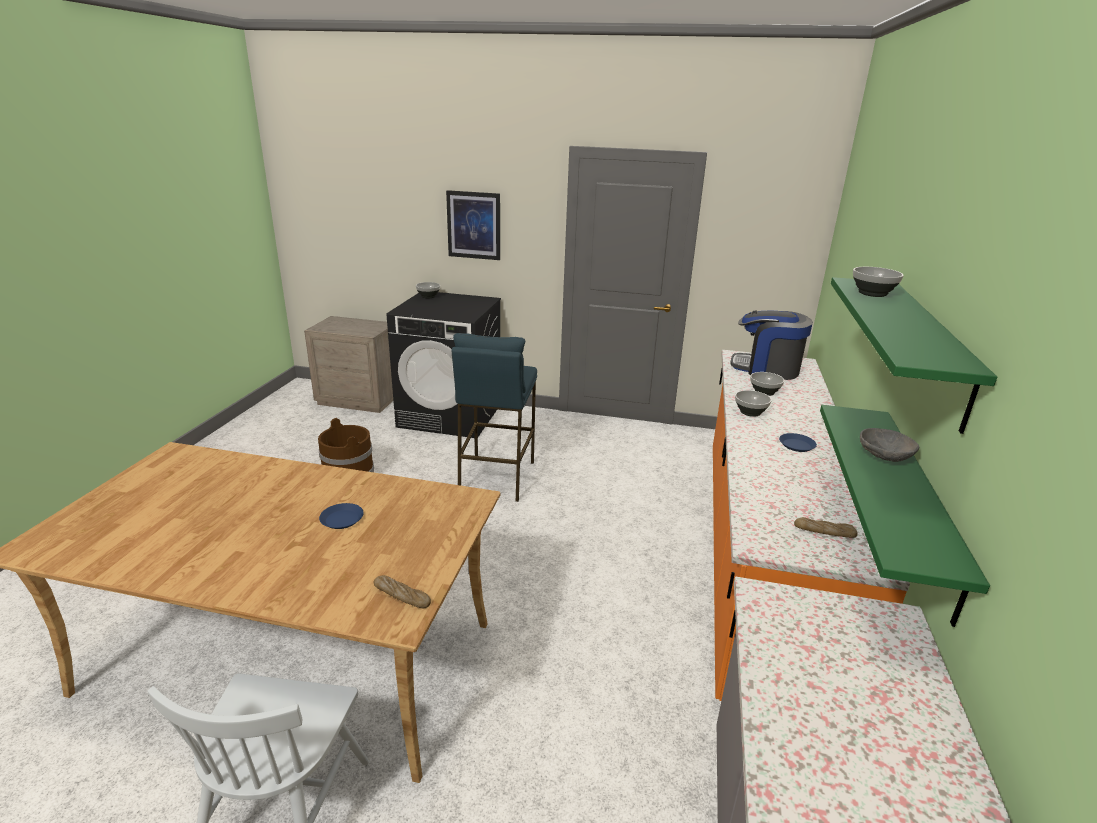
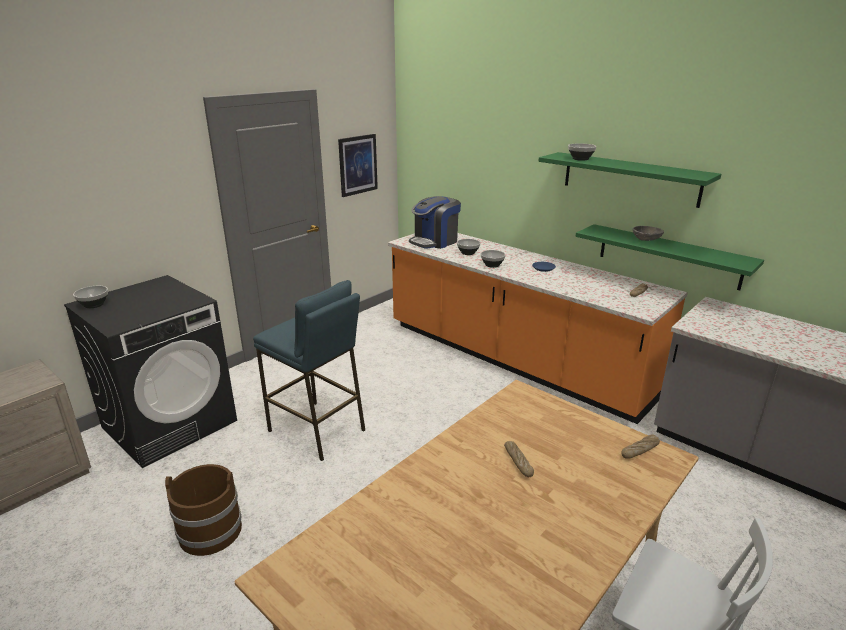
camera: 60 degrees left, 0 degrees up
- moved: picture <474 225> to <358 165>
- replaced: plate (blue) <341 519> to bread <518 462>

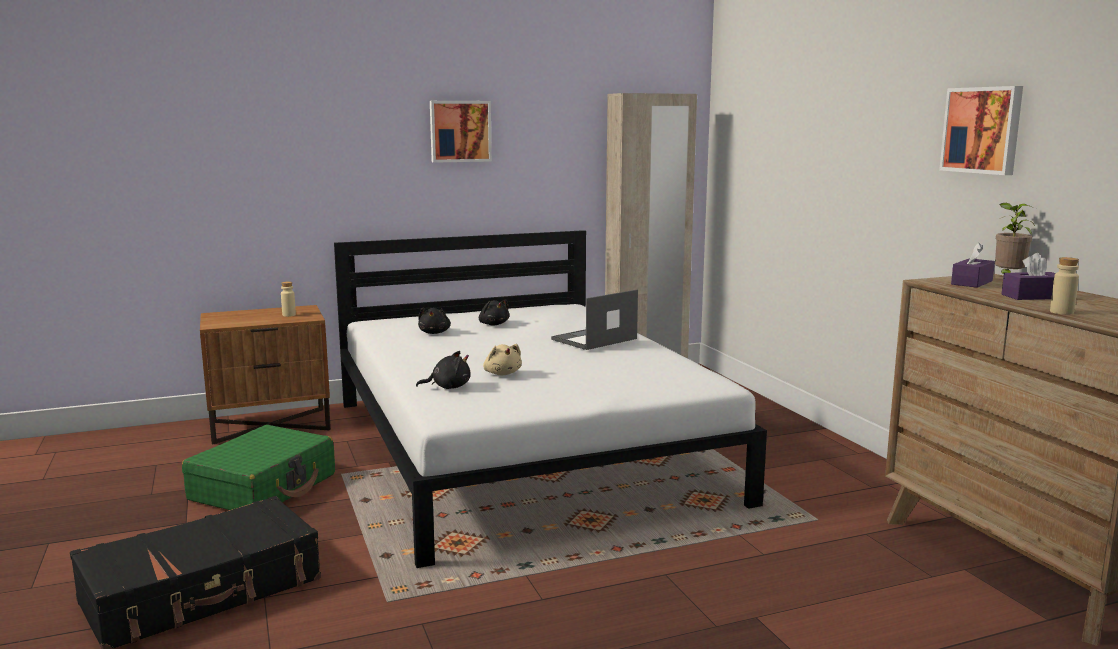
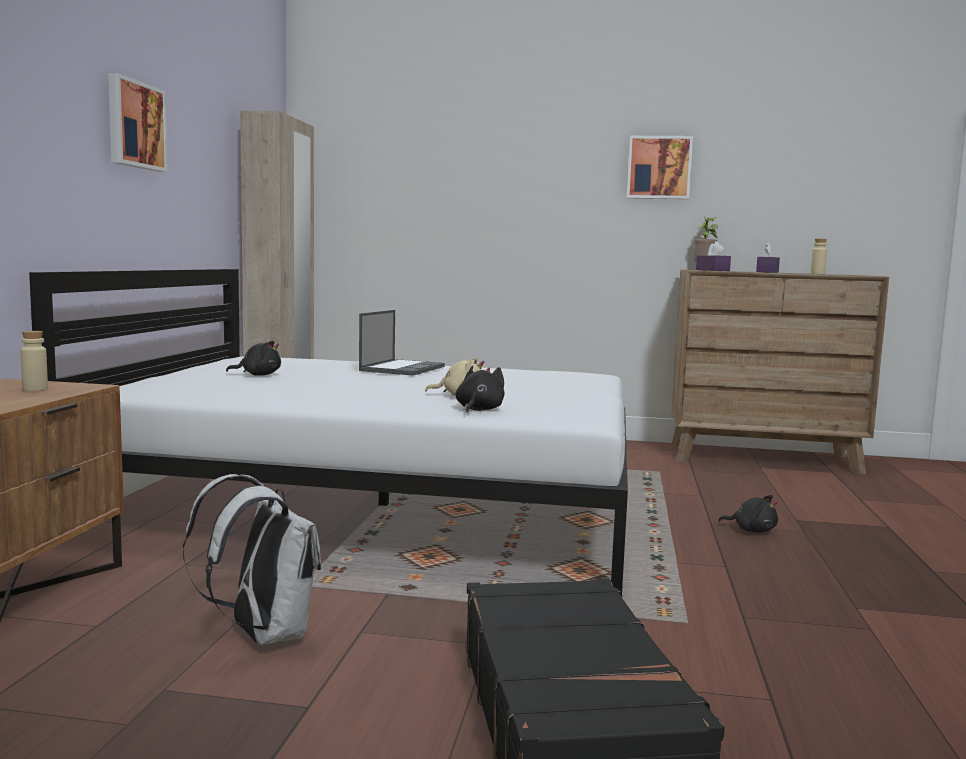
camera: 60 degrees left, 5 degrees down
- moved: plush toy (black) <434 333> to <752 530>
- replaced: suitcase (green) <264 487> to backpack (white) <262 635>
- turned: laptop <593 339> = <402 368> 150 degrees counterclockwise

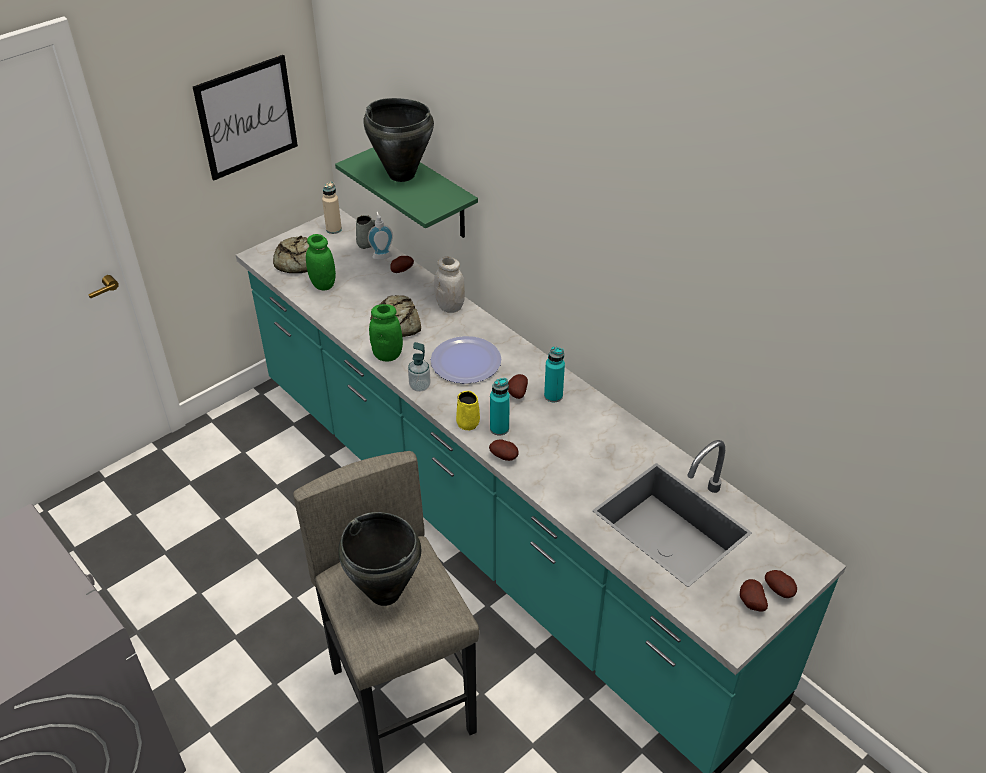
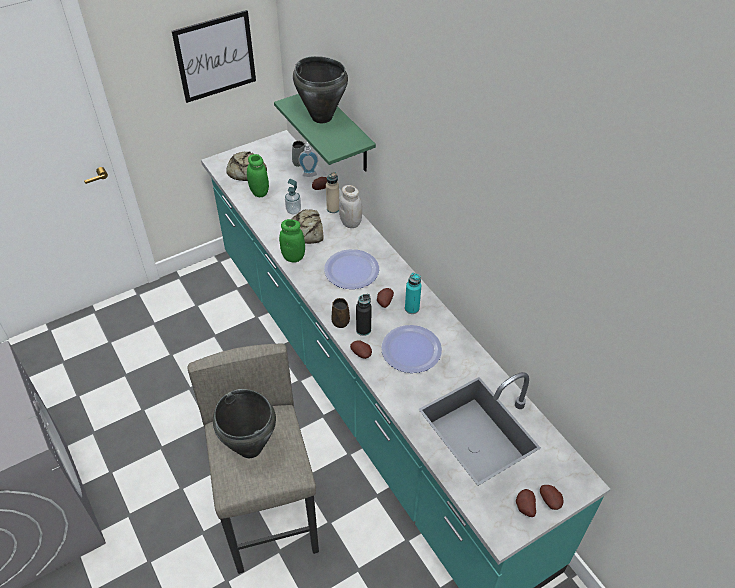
camera: 10 degrees right, 5 degrees up
- added: plate <411 350>
- moved: bottle (beige) <334 229> to <333 209>
- moved: soap dispenser <420 386> to <293 210>
- recoloured: mug (yellow) <467 422> to mug (brown) <340 321>
- recoloured: bottle (turquoise) <499 428> to bottle (black) <363 330>

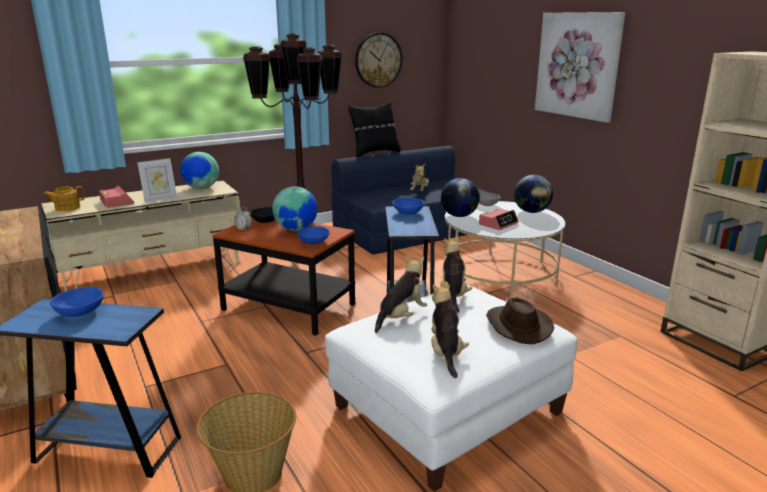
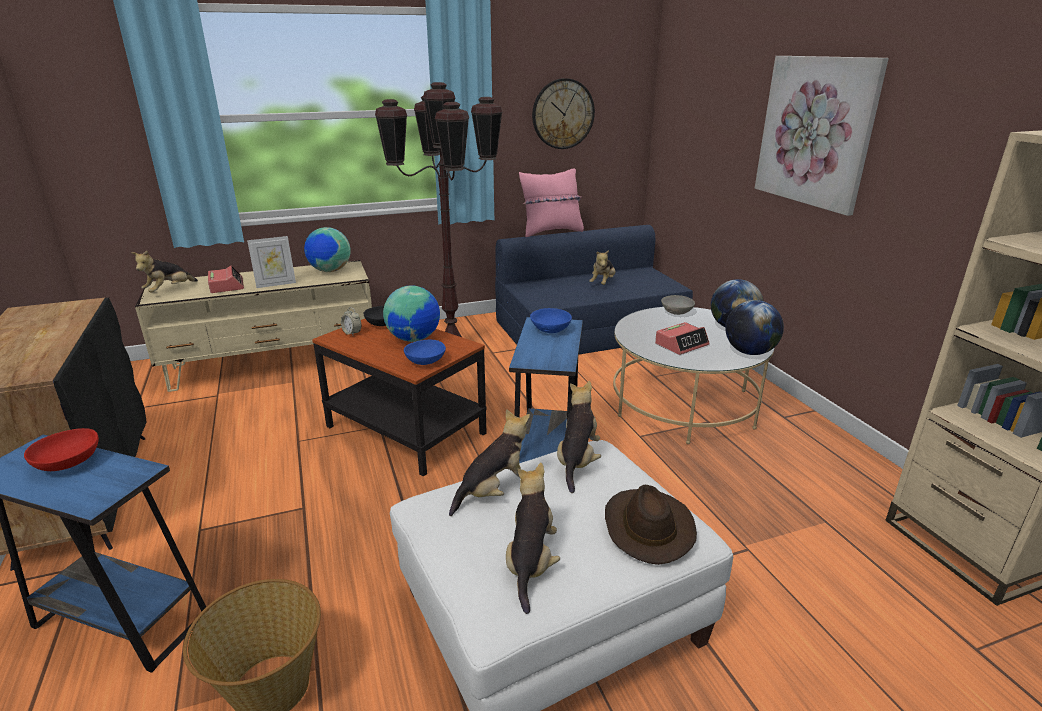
camera: 10 degrees right, 5 degrees up
- moved: globe <459 216> to <749 352>
- replaced: teapot <67 208> to plush toy <169 290>
- recoloured: bowl (blue) <79 313> to bowl (red) <68 463>
- recoloured: pillow (black) <375 153> to pillow (pink) <551 232>

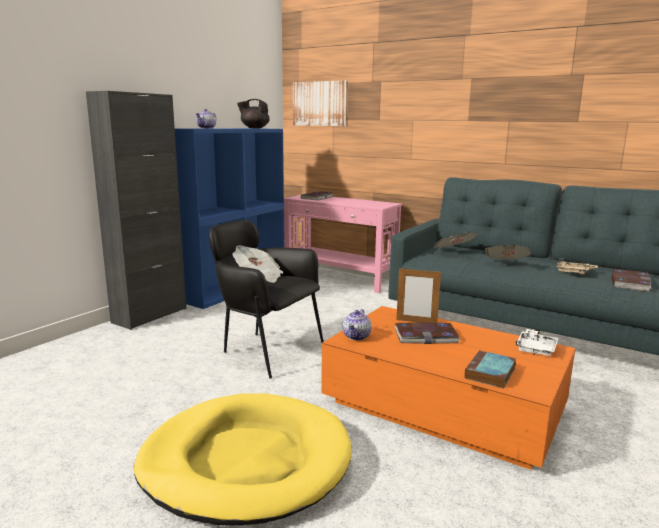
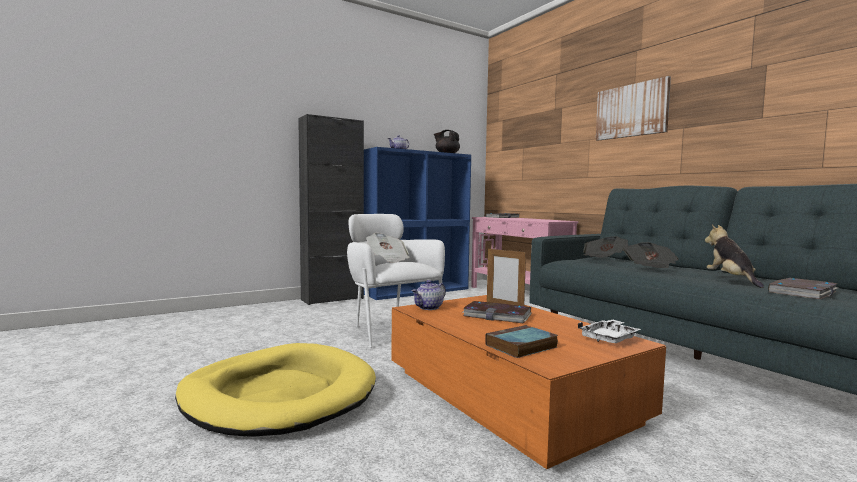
camera: 25 degrees right, 10 degrees down
- moved: picture <320 103> to <631 111>
- replaced: tray (beige) <574 272> to plush toy <731 280>
- recoloured: armchair (black) <265 350> to armchair (white) <391 330>

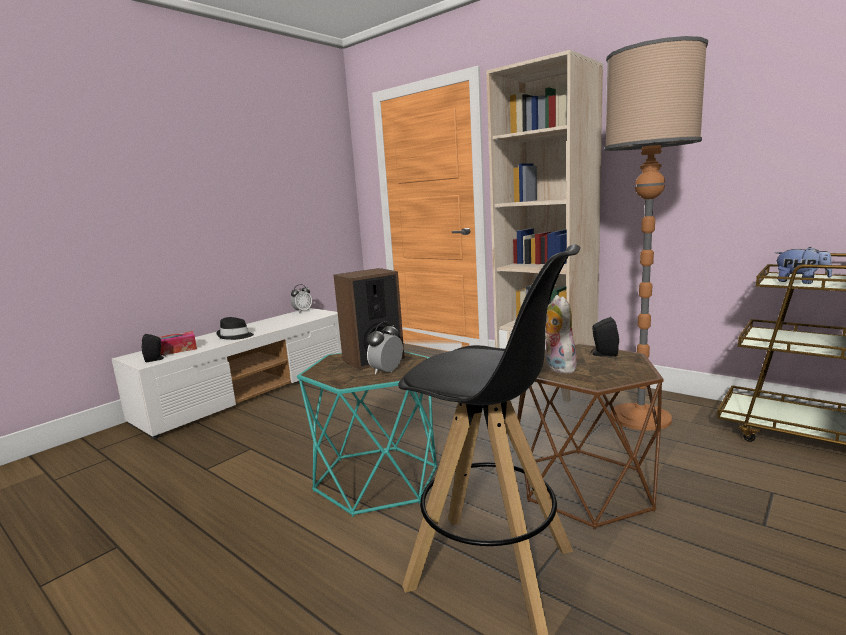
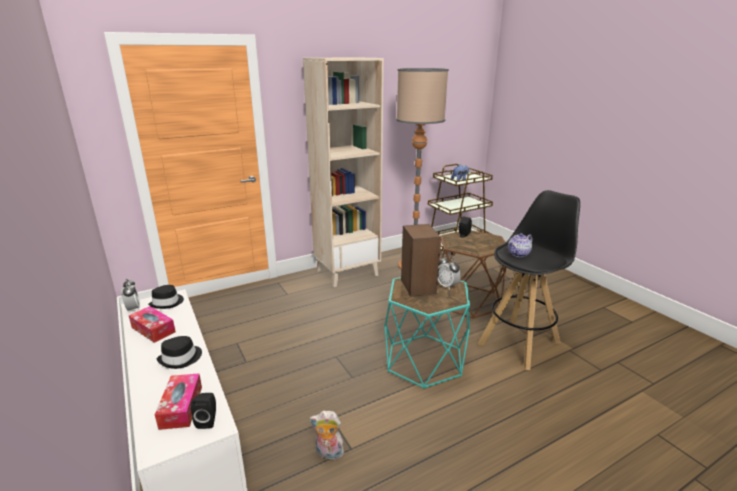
camera: 70 degrees left, 10 degrees up
- added: tissue box <153 329>
- added: hat (black) <167 303>
- added: teapot <519 254>
- moved: plush toy <557 367> to <328 453>

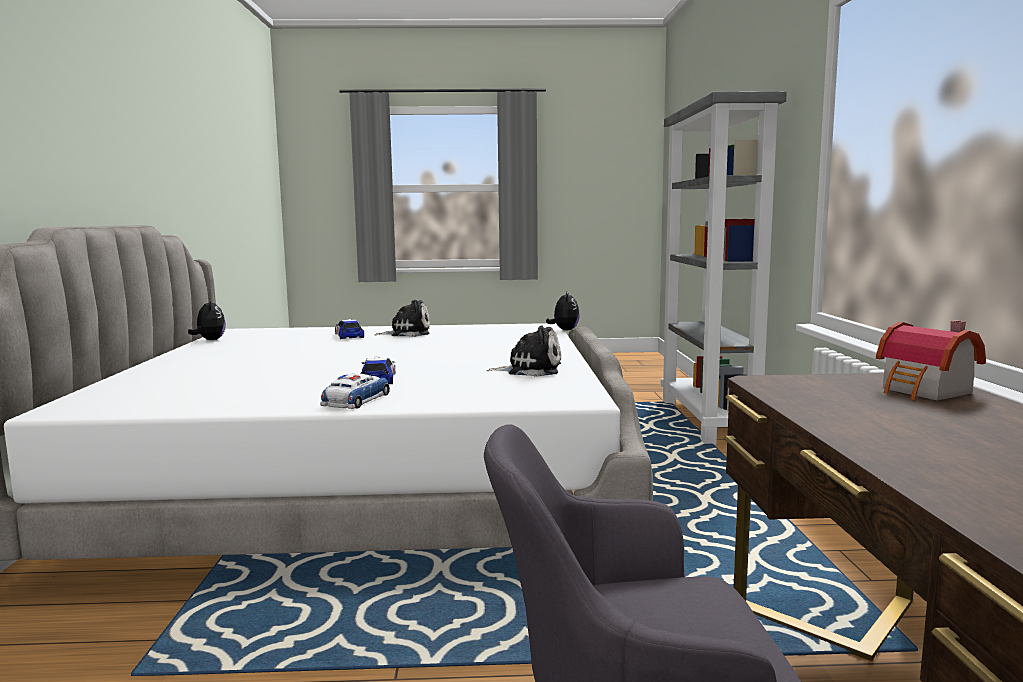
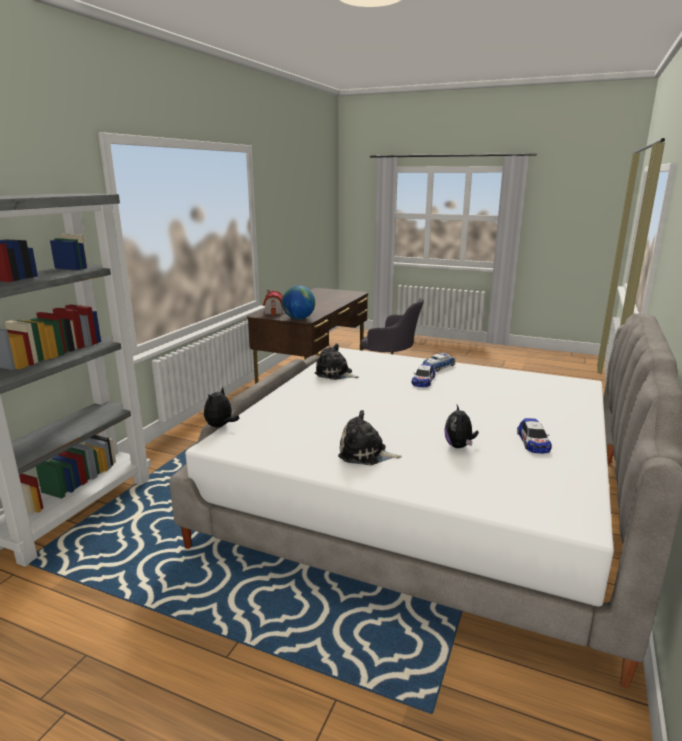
camera: 155 degrees left, 10 degrees up
- added: globe <298 318>
- moved: plush toy <210 340> to <459 446>
- moved: toy car <349 335> to <533 442>

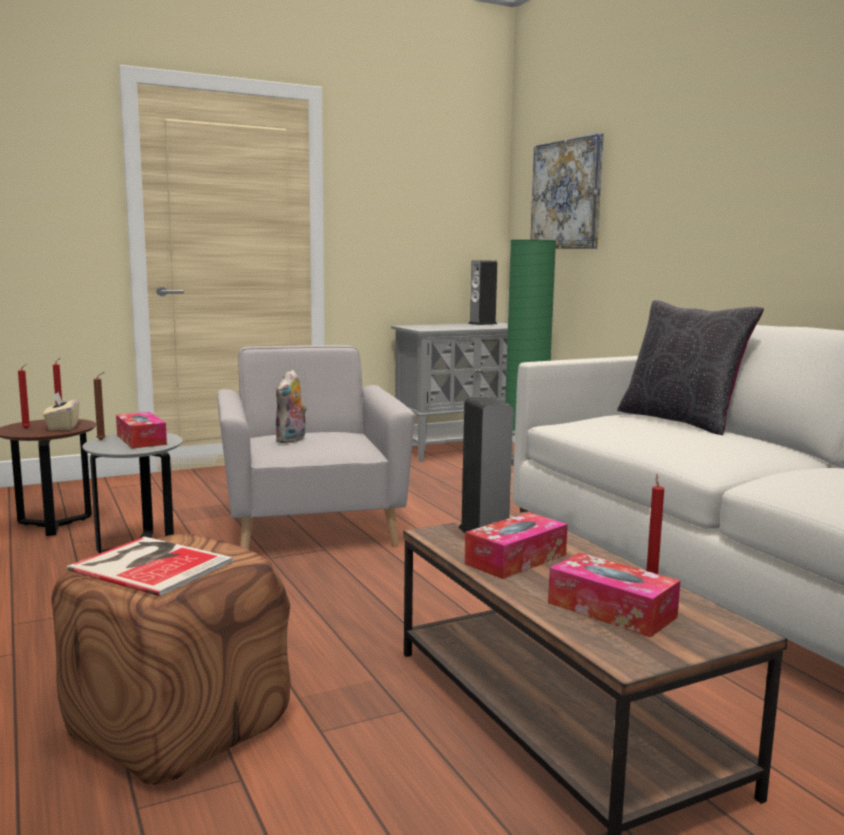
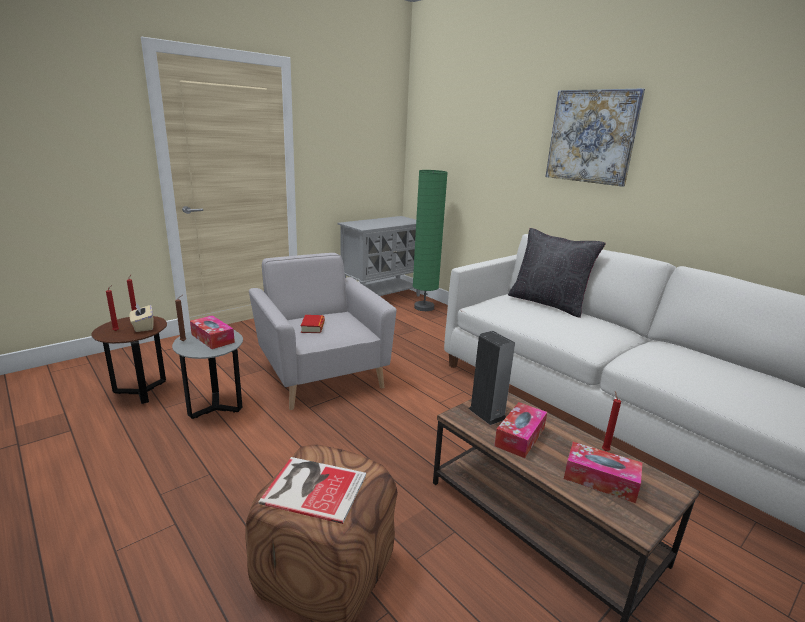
camera: 15 degrees left, 10 degrees up
- removed: speaker <482 324>
- moved: picture <566 195> to <592 137>
- replaced: plush toy <292 440> to book <313 327>

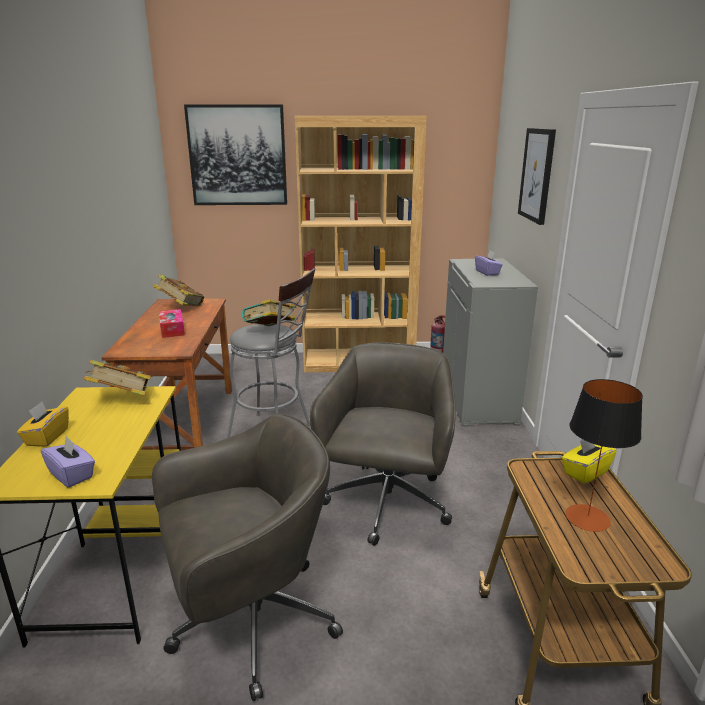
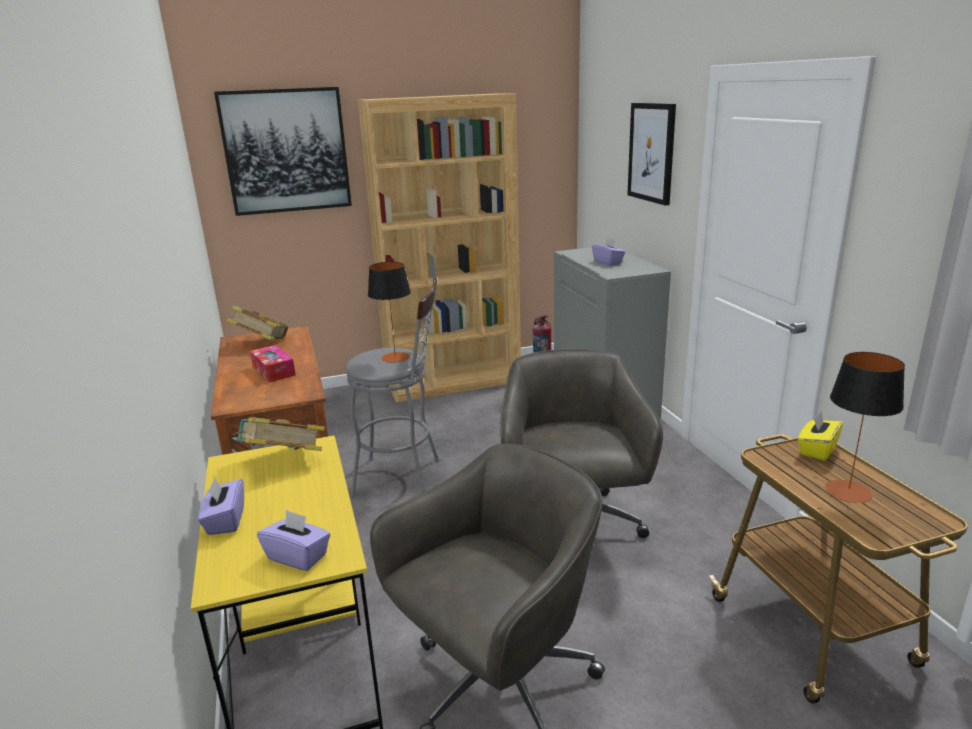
camera: 15 degrees left, 0 degrees up
- replaced: book <270 332> to table lamp <395 357>
- recoloured: tissue box (yellow) <47 437> to tissue box (purple) <225 521>

